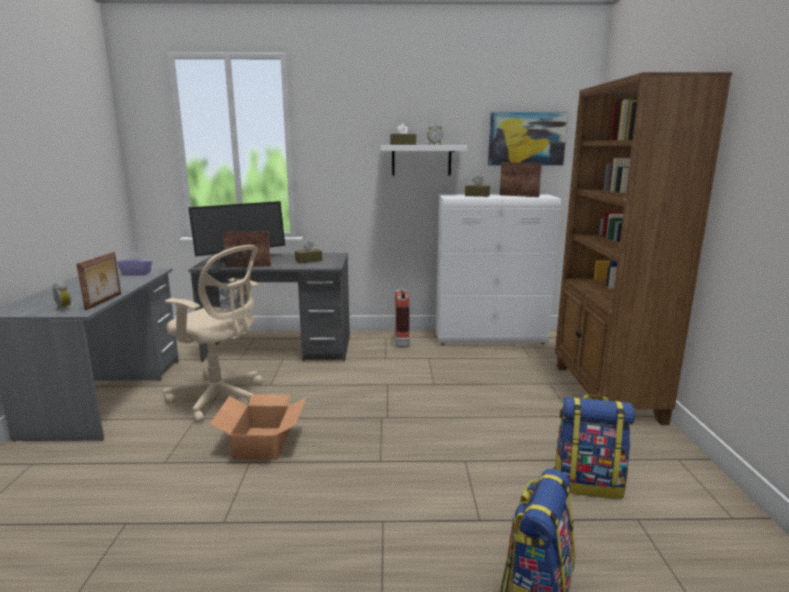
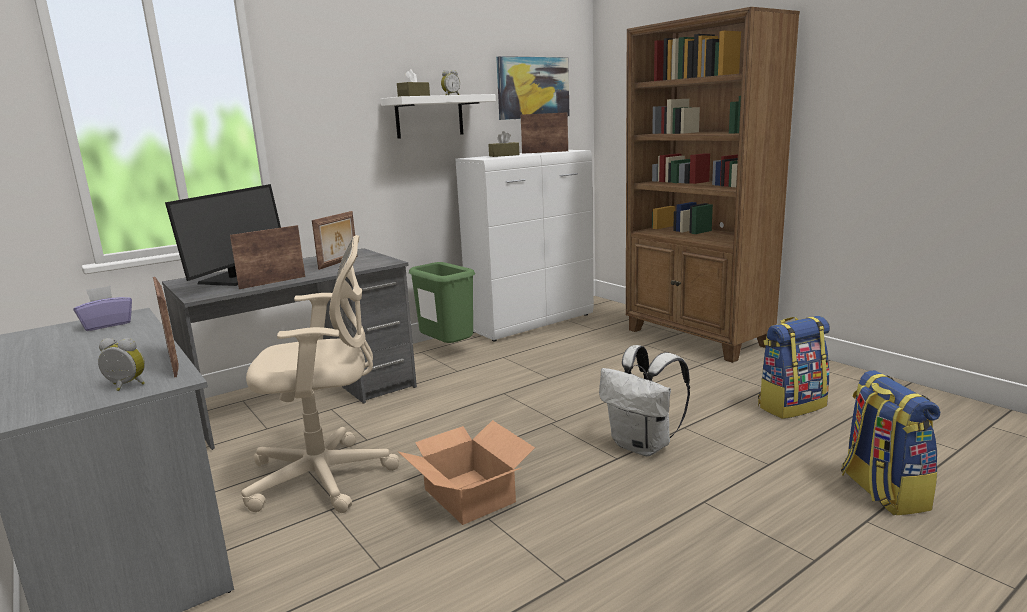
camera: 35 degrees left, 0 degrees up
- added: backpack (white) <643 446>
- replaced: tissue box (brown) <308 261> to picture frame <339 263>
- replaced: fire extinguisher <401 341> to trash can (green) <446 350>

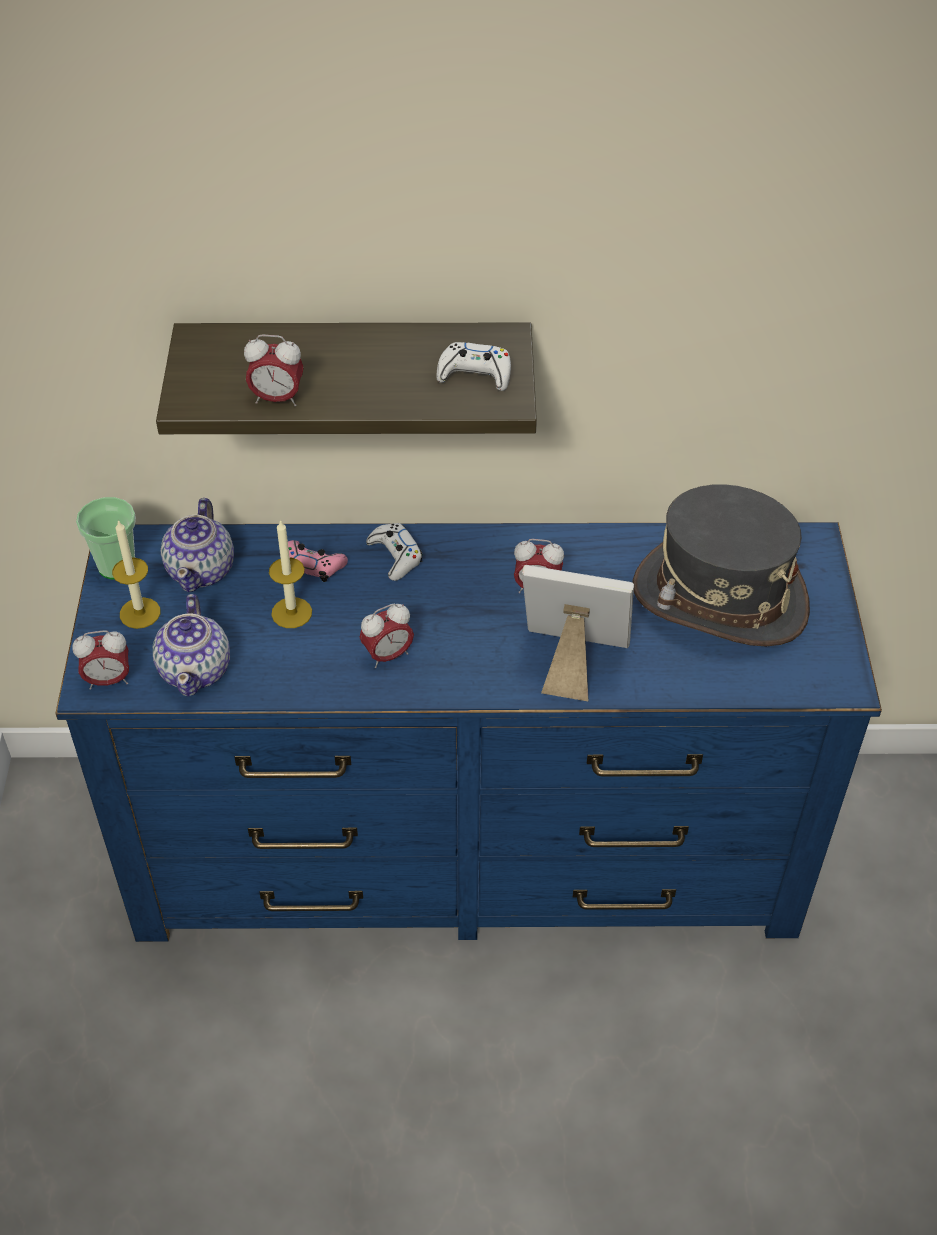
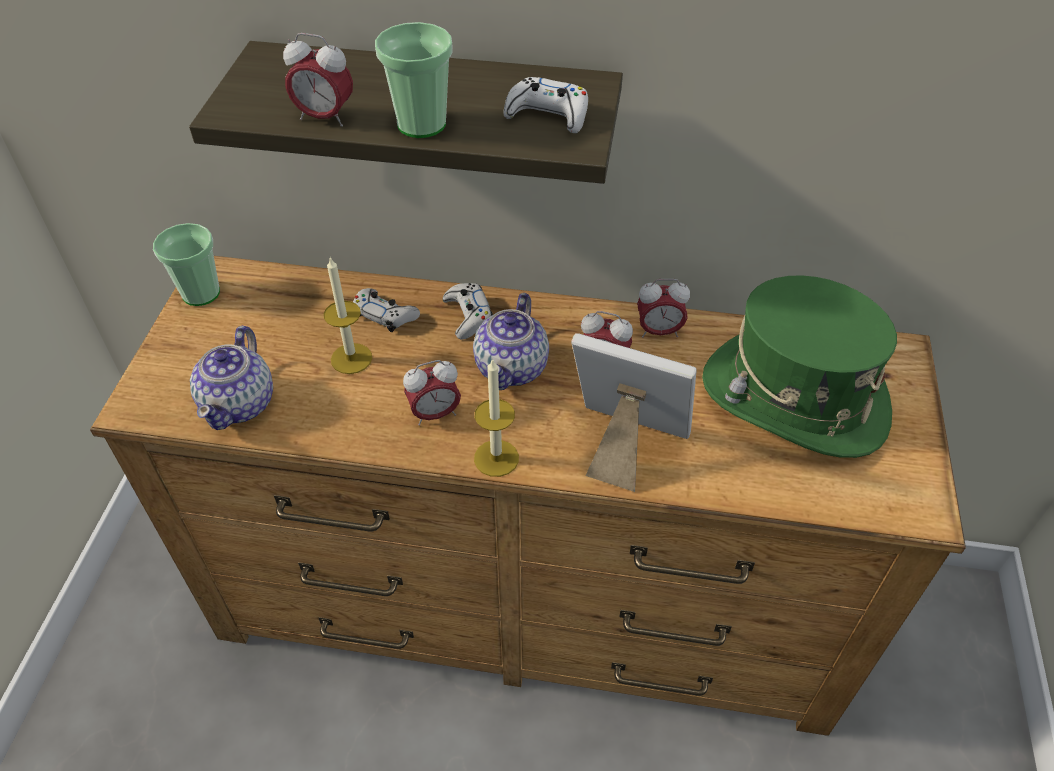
camera: 10 degrees right, 0 degrees up
- added: cup <421 124>
- moved: alarm clock <108 680> to <659 331>
- moved: candle <140 613> to <496 458>
- moved: teapot <202 569> to <512 367>
- recoloured: dresser (blue) <467 851> to dresser (brown) <528 599>
- recoloured: game controller (pink) <312 565> to game controller (white) <385 315>
- recoloured: hat (grey) <719 599> to hat (green) <793 399>

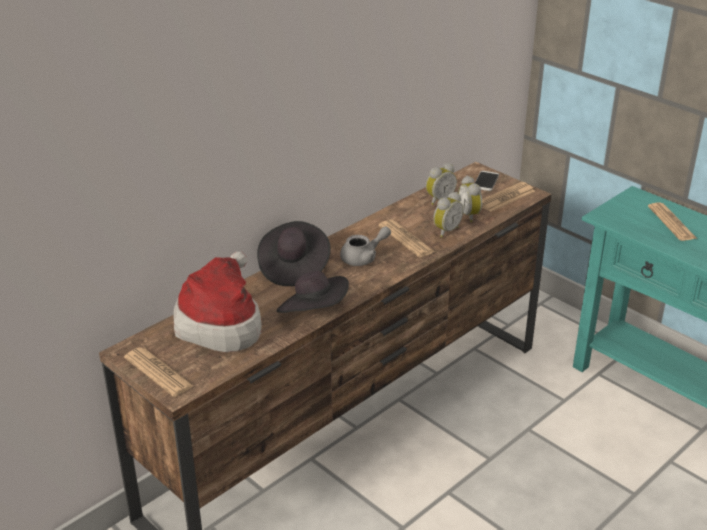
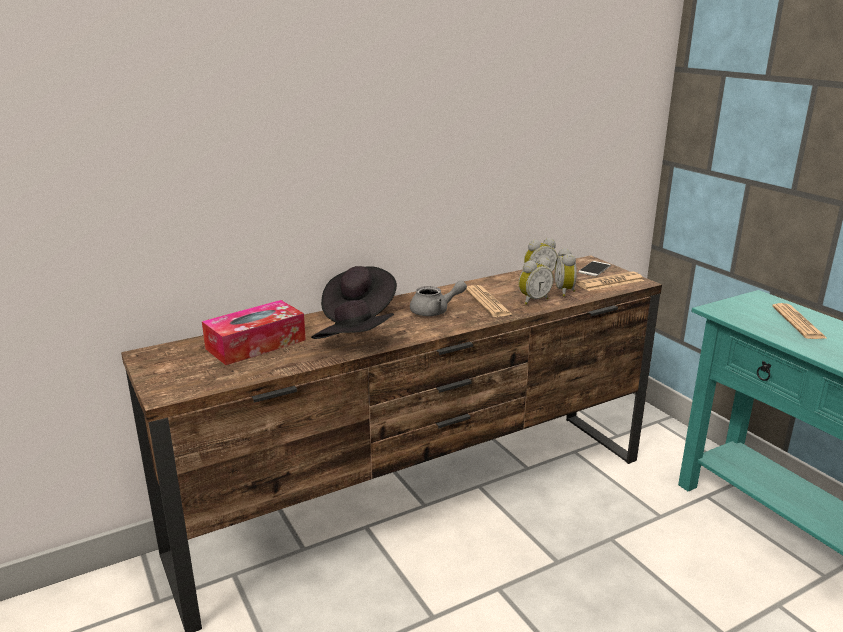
camera: 15 degrees right, 10 degrees down
- removed: newspaper <158 372>
- replaced: hat <221 323> to tissue box <256 344>

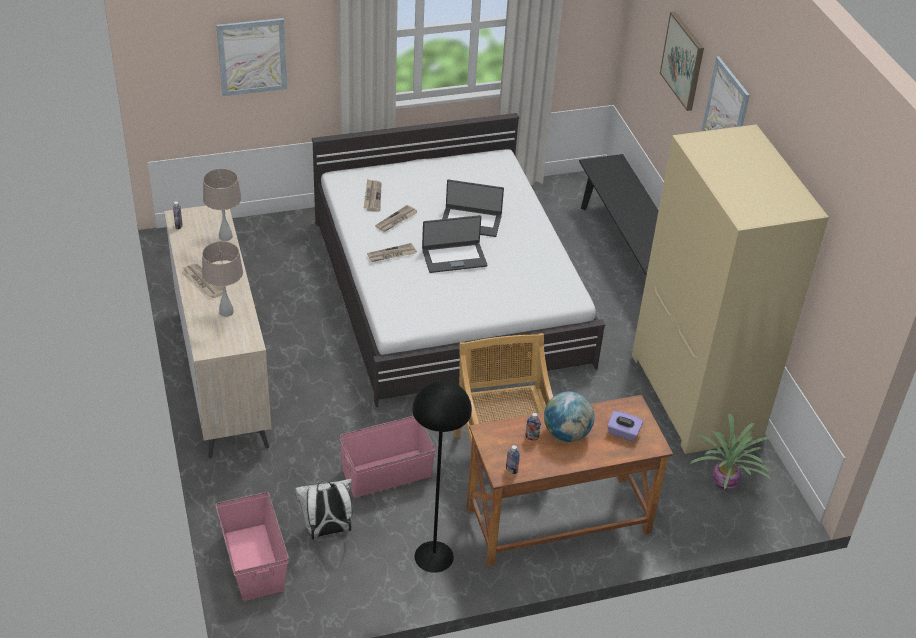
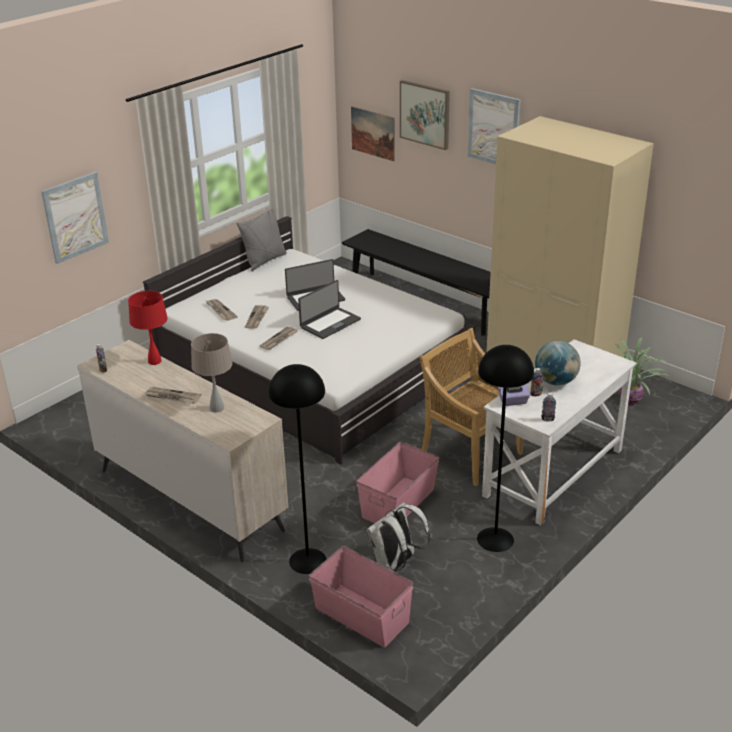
camera: 30 degrees left, 10 degrees down
- added: pillow (grey) <264 261>
- added: floor lamp (black) <307 561>
- added: picture <373 133>
- moved: tissue box (purple) <623 433> to <513 401>
- recoloured: table lamp (beige) <226 237> to table lamp (red) <155 361>
- recoloured: desk (brown) <558 521> to desk (white) <554 473>

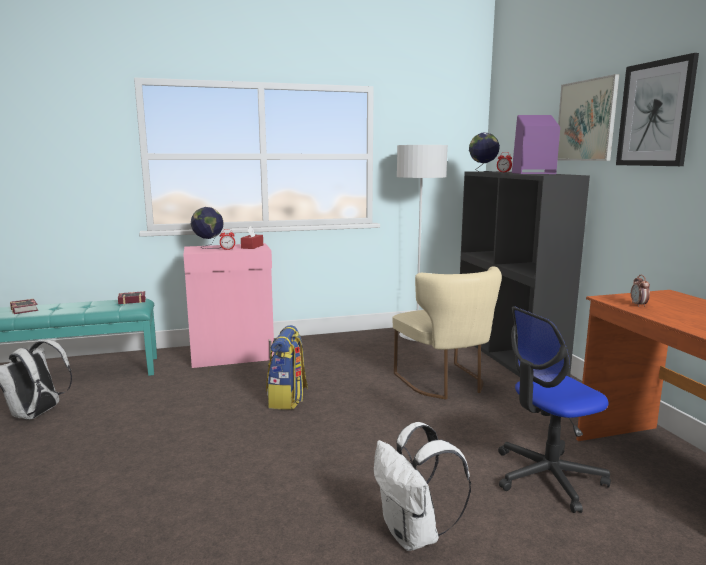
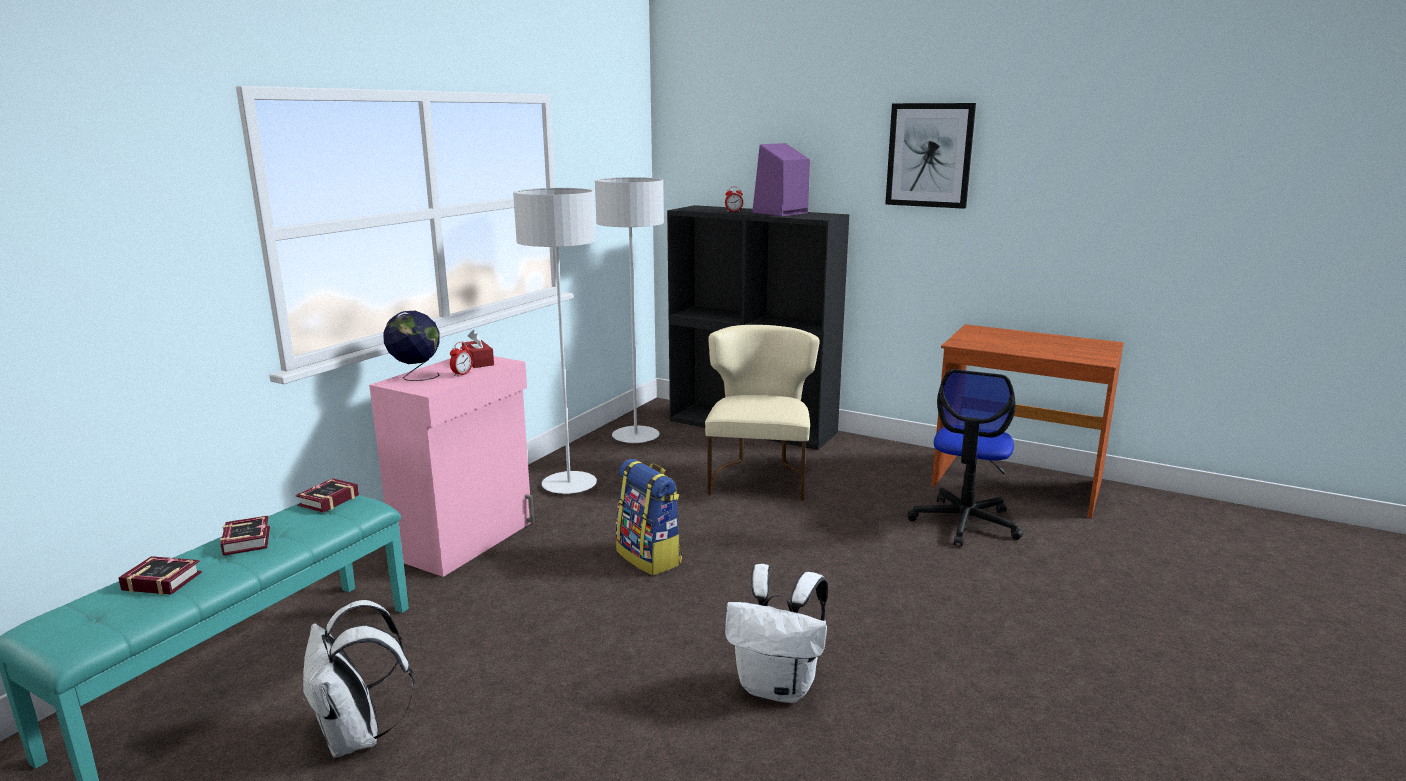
camera: 45 degrees left, 5 degrees up
- removed: globe <482 171>
- removed: picture <586 120>
- removed: alarm clock <638 305>
- added: book <249 539>
- added: floor lamp (grey) <569 485>
- moved: backpack (white) <414 535> to <778 687>
- turned: chair (beige) <445 383> = <759 477> 105 degrees counterclockwise

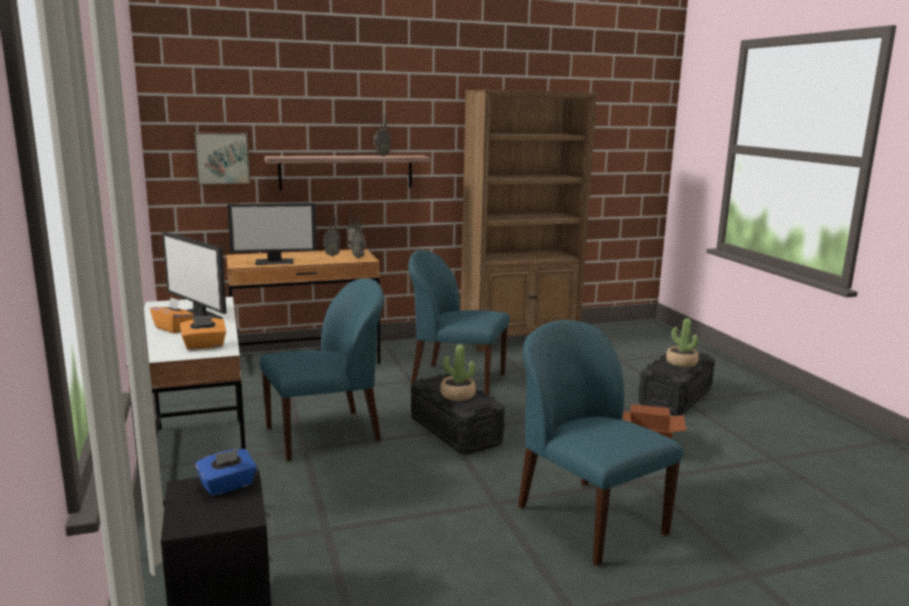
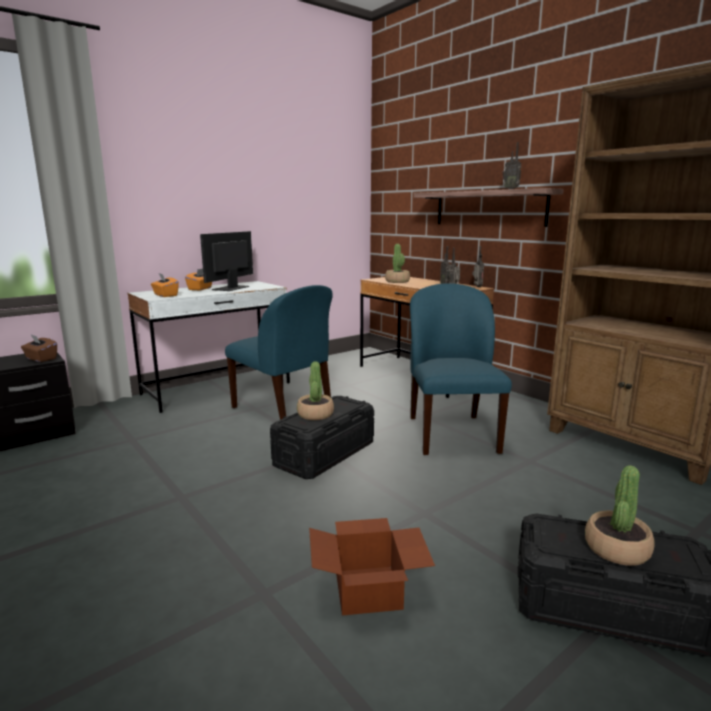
camera: 70 degrees right, 0 degrees up
- removed: picture <222 158>
- removed: chair (blue) <588 519>
- replaced: monitor <275 261> to potted plant <397 281>
- recoloured: tissue box (blue) <228 486> to tissue box (brown) <41 359>

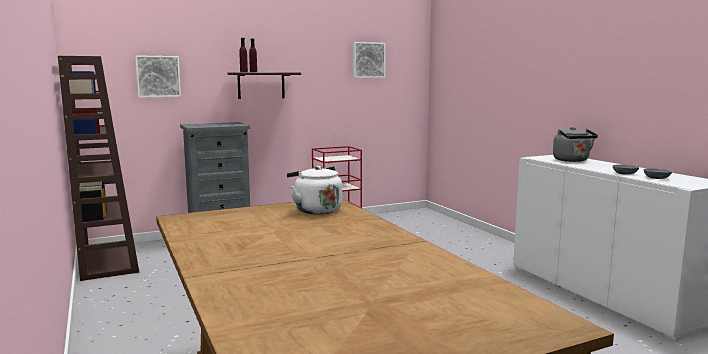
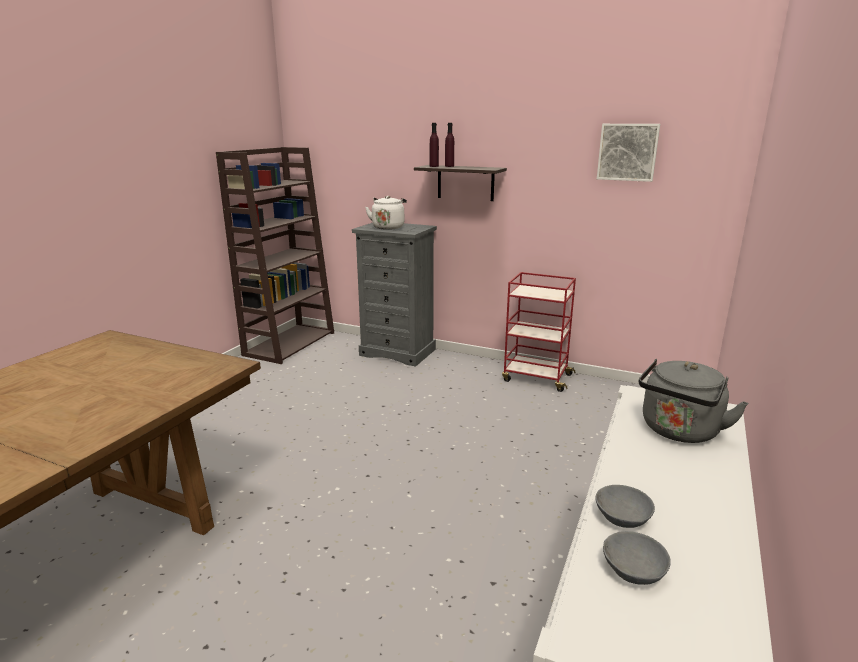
camera: 50 degrees right, 10 degrees up
- removed: picture <158 76>
- moved: kettle (white) <316 210> to <388 227>

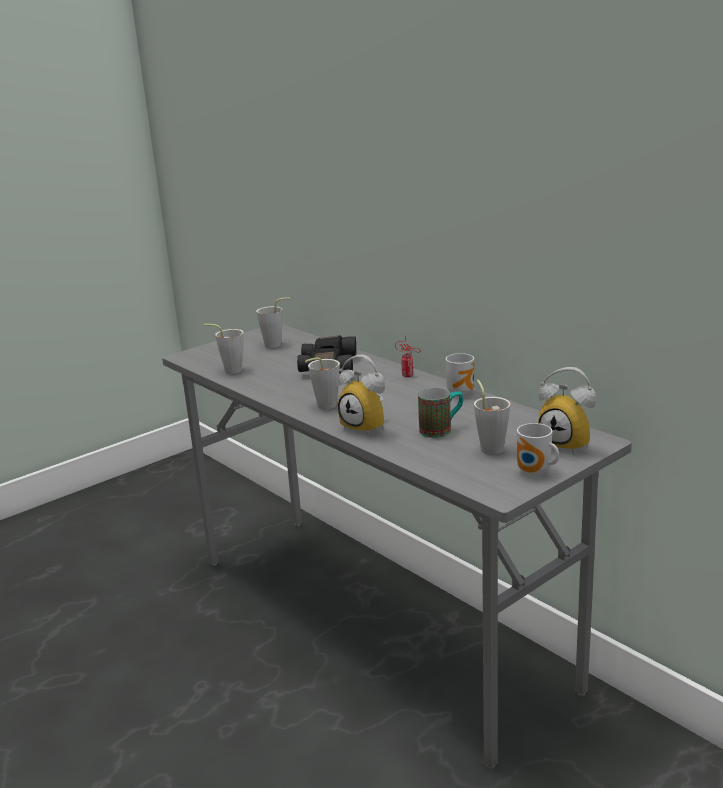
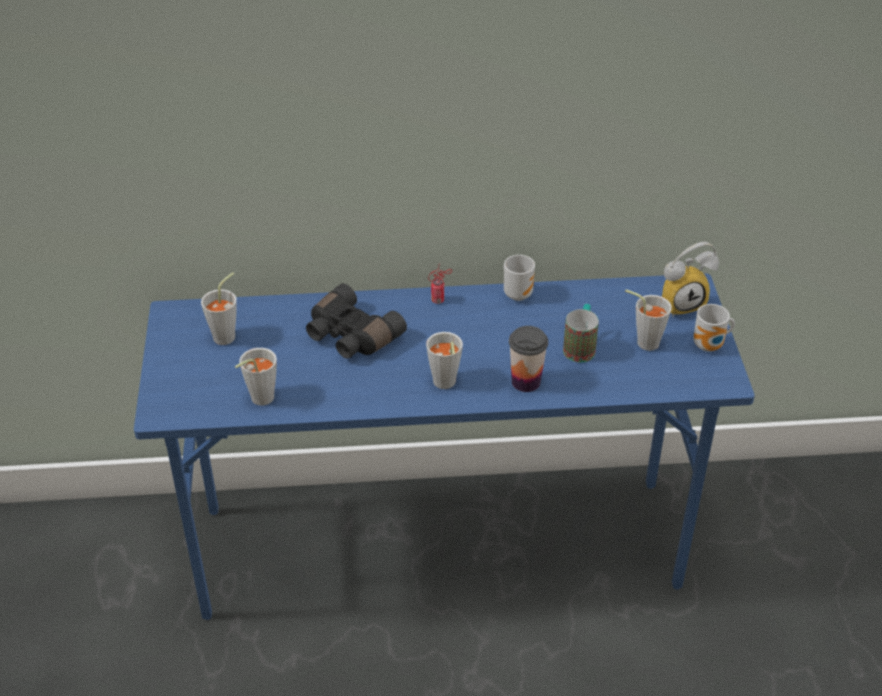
camera: 55 degrees left, 20 degrees up
- replaced: alarm clock <369 427> to cup <526 382>
- recoloured: desk (grey) <377 620> to desk (blue) <440 546>

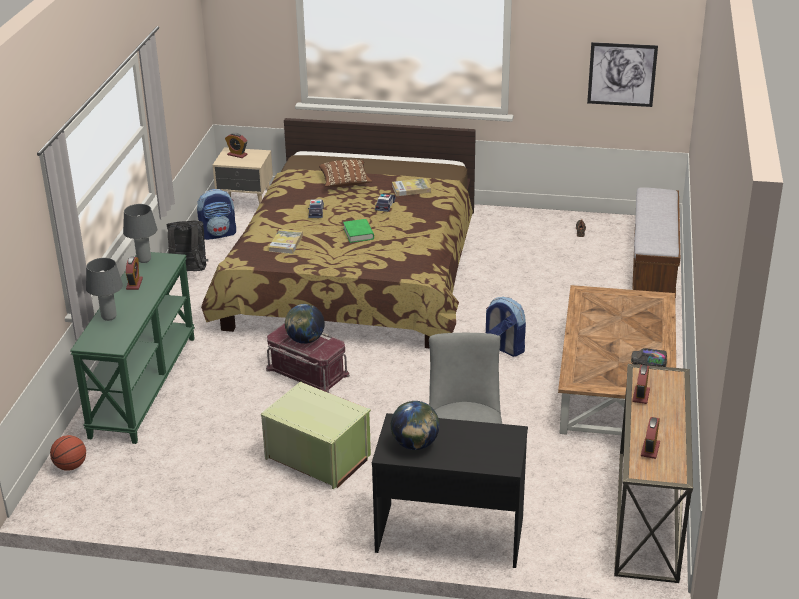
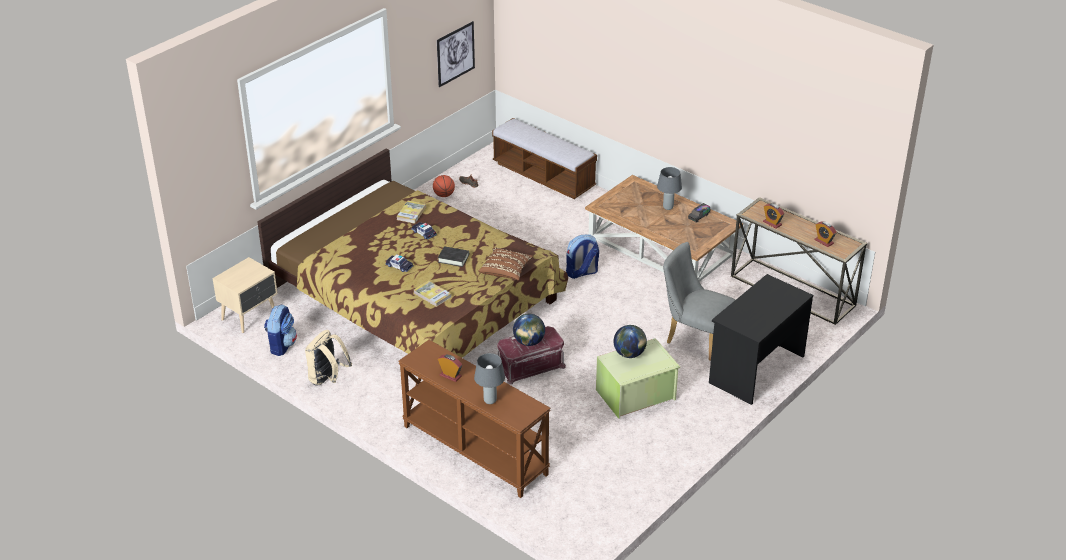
camera: 60 degrees left, 5 degrees up
- removed: alarm clock <237 155>
- moved: basketball <70 466> to <444 195>
- moved: table lamp (grey) <143 260> to <668 208>
- moved: pillow (brown) <345 182> to <506 271>
- moved: globe <415 445> to <629 354>
- recoloured: console table (green) <143 385> to console table (brown) <474 450>
- recoloured: backpack (black) <189 272> to backpack (beige) <327 379>
- recoloured: book (green) <358 233> to book (black) <453 258>

